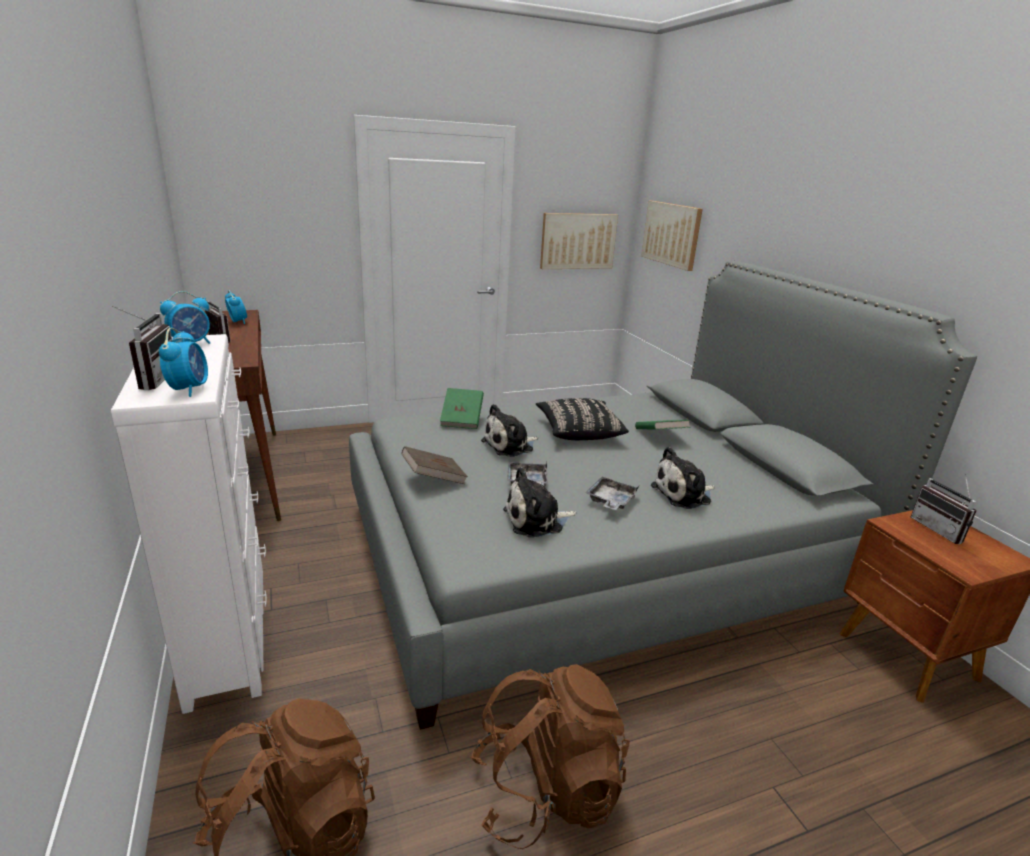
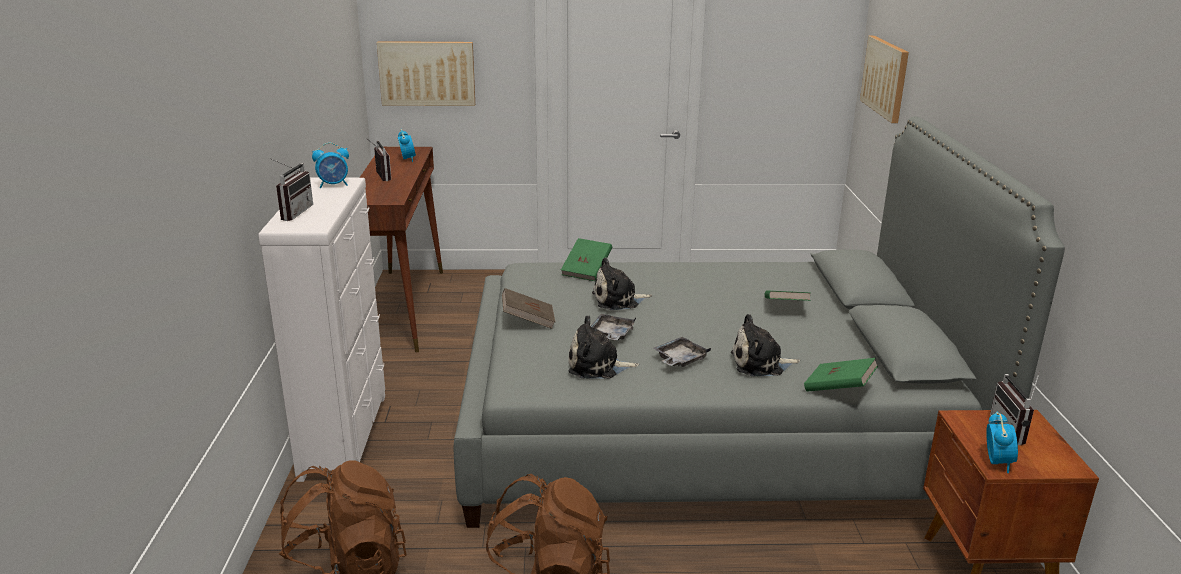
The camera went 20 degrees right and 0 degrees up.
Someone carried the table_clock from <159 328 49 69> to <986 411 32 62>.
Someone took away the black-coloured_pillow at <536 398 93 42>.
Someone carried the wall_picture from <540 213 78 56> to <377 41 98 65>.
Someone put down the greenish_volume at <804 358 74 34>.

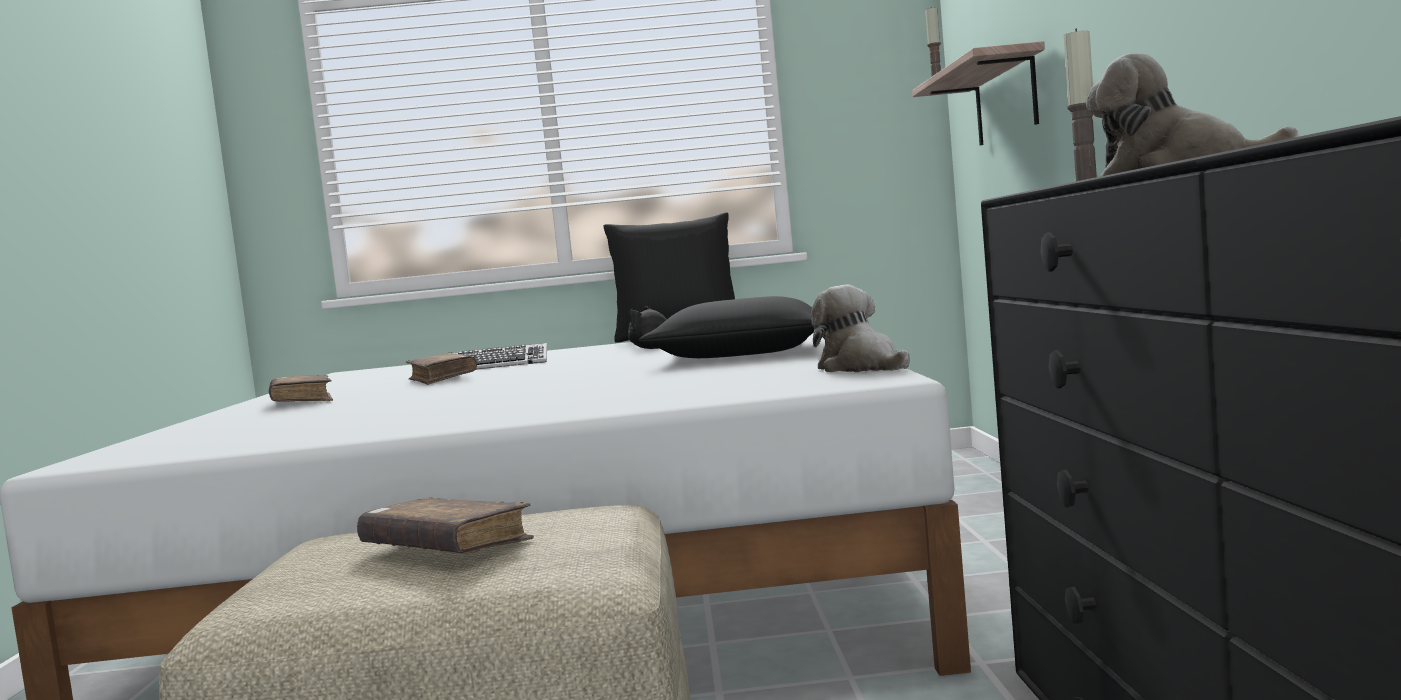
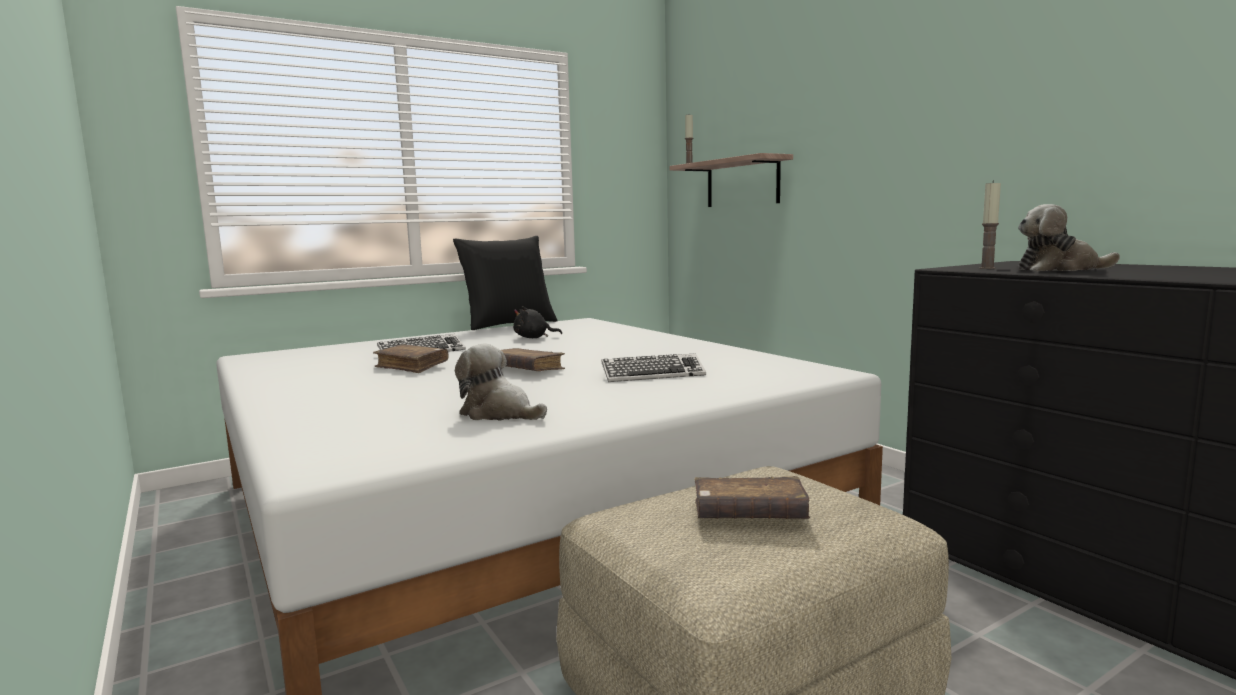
The camera went 30 degrees left and 5 degrees up.
Someone carried the brown_volume from <269 375 64 27> to <501 348 64 23>.
Someone took away the black-coloured_pillow at <639 296 175 62>.
Someone carried the plush_toy from <811 285 99 87> to <455 344 92 76>.
Someone put down the computer_keyboard at <601 353 105 29>.

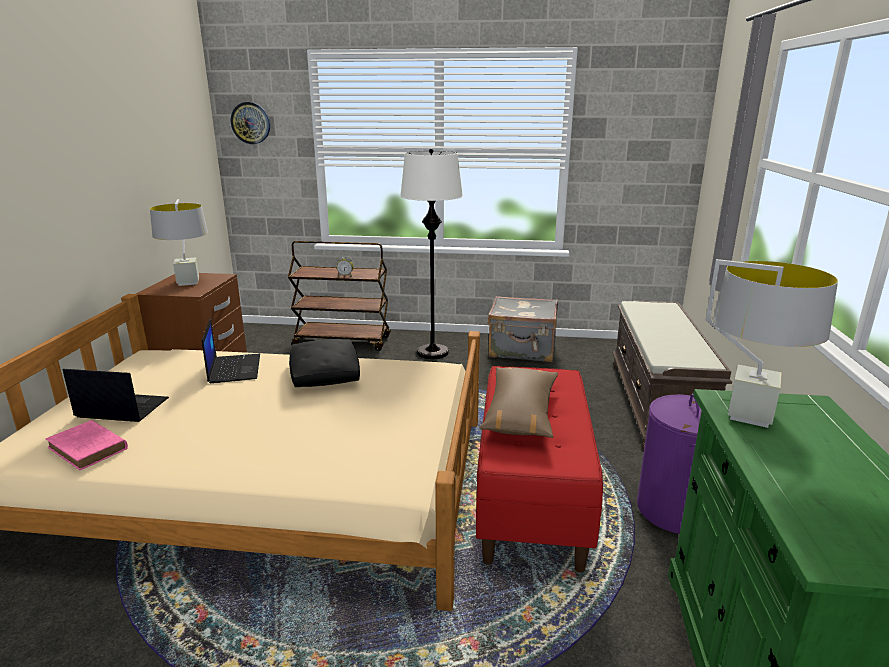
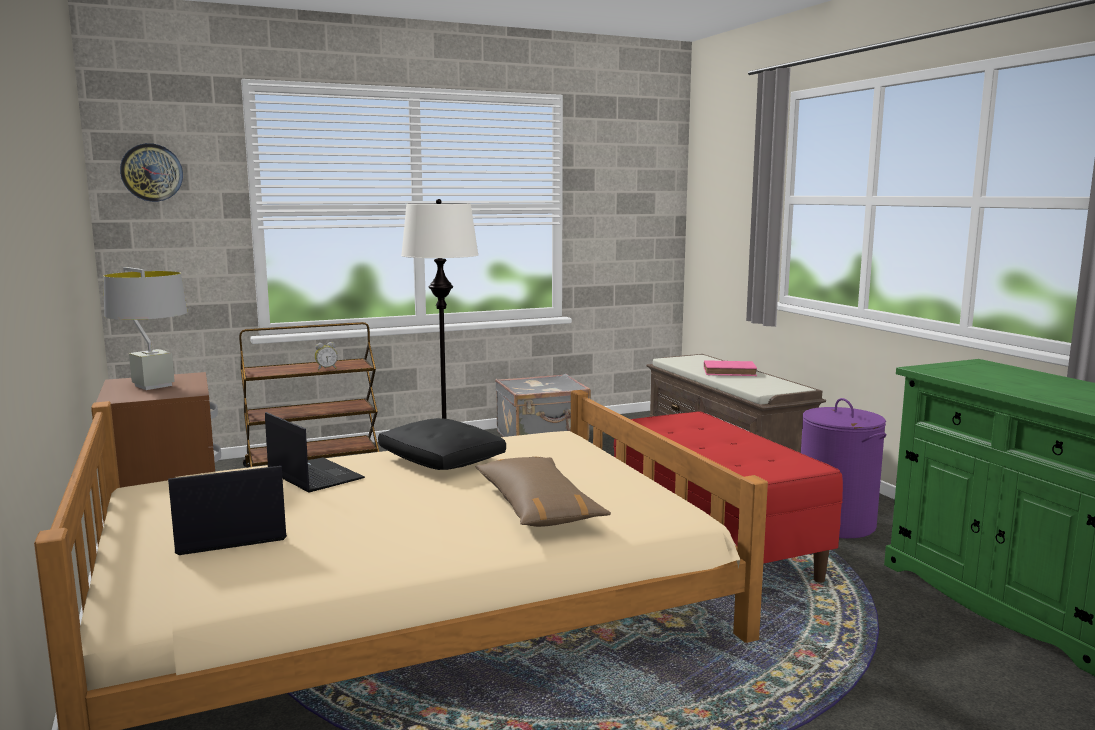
The camera went 30 degrees left and 10 degrees down.
Someone carried the pink_volume from <46 420 82 50> to <704 360 53 16>.
Someone carried the brown_pillow from <479 367 79 71> to <475 457 136 70>.
Someone took away the greyish_tabletop_lamp at <706 259 132 169>.

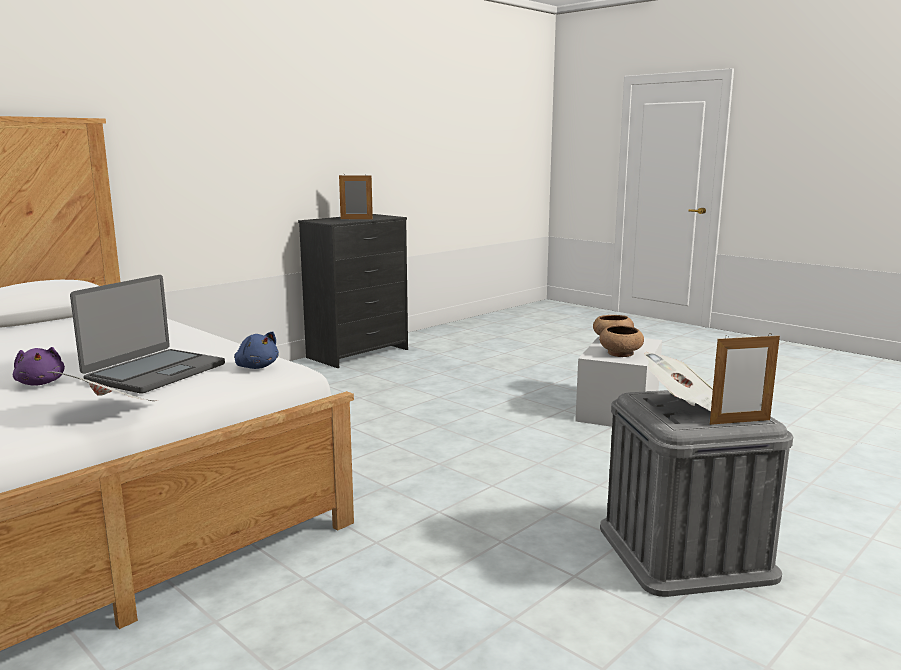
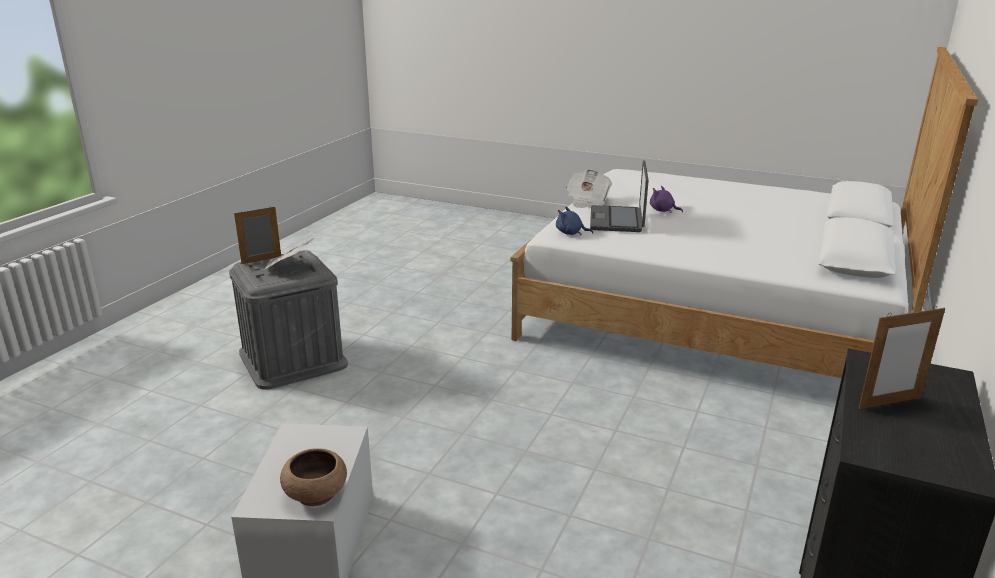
The camera went 160 degrees right and 10 degrees up.
Someone took away the brown_bowl at <599 325 45 32>.

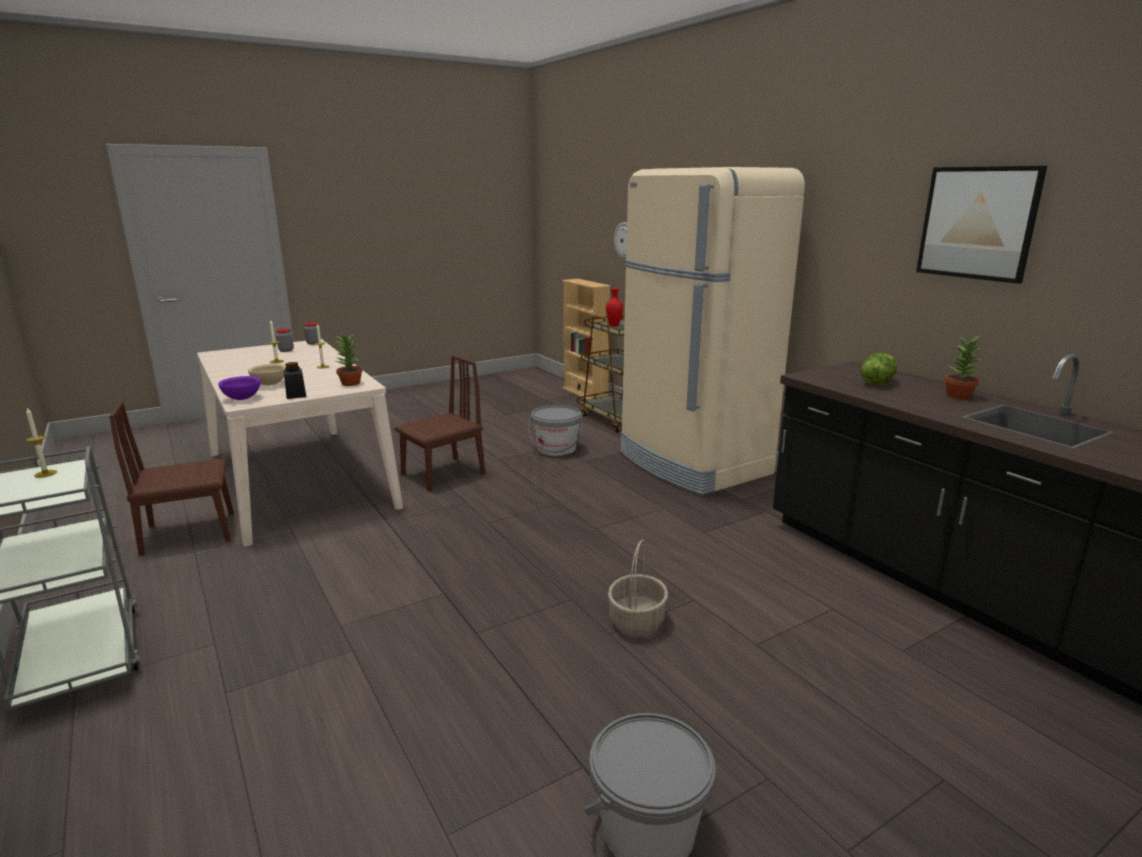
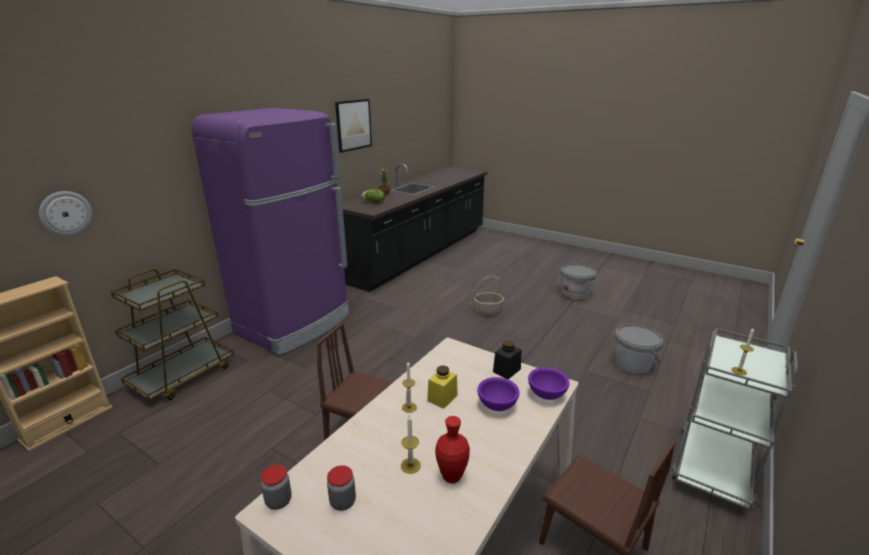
The camera went 115 degrees left and 5 degrees up.
Someone repainted the beige-coloured_bowl at <248 364 38 22>, which became the purplish_bowl at <477 377 43 34>.
Someone took away the potted_plant at <335 334 28 52>.
Someone carried the greyish_pail from <528 405 55 51> to <615 324 49 50>.
Someone carried the red-coloured_flower_vase from <606 288 17 39> to <435 416 35 67>.
Someone repainted the beige-coloured_refrigerator at <620 167 185 328>, which became the purplish_refrigerator at <191 108 158 247>.
Someone put down the yellowish_jar at <427 365 31 44>.

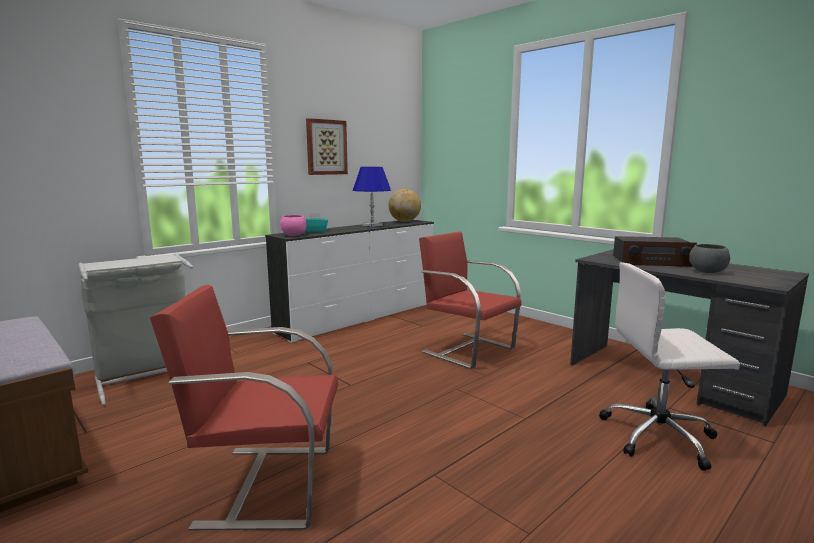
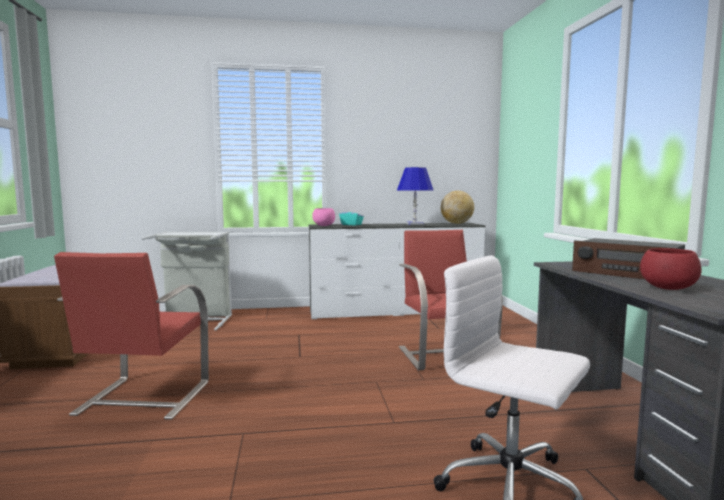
The camera went 35 degrees right and 5 degrees down.
Someone rotated the red-coloured_upright_chair at <150 285 188 245> by 120 degrees counterclockwise.
Someone took away the wall_picture at <306 118 42 57>.
Someone repainted the greyish_bowl at <689 244 41 29>, which became the red-coloured_bowl at <640 248 62 42>.

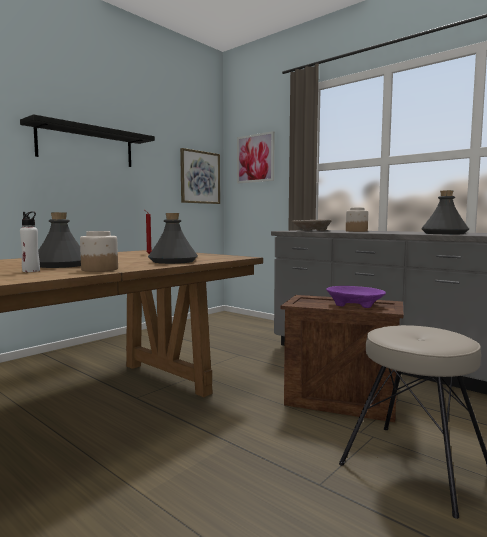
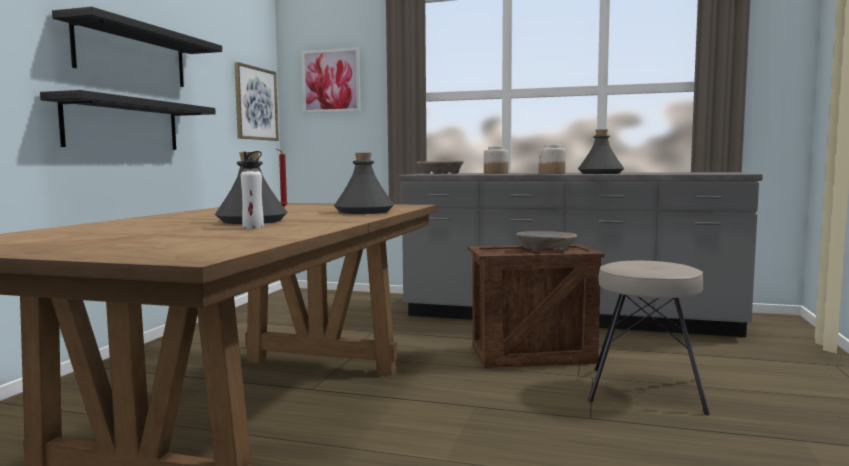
The camera went 25 degrees left and 0 degrees up.
Someone carried the jar from <80 231 38 41> to <539 145 27 29>.
Someone repainted the purplish_bowl at <326 286 60 22>, which became the beige-coloured_bowl at <516 231 62 21>.
Someone put up the black-coloured_wall_shelf at <40 90 176 60>.

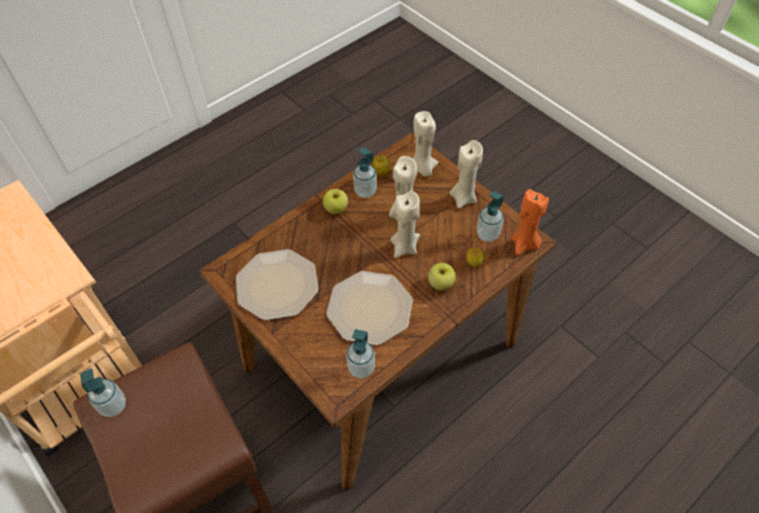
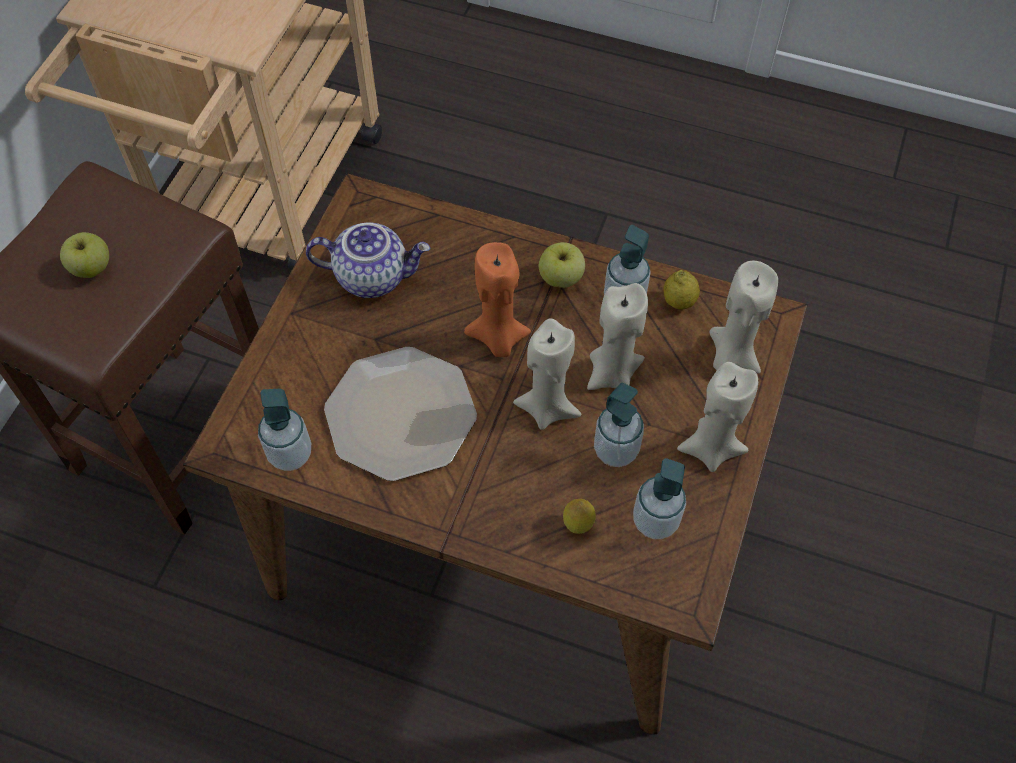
The camera went 60 degrees right and 5 degrees up.
Someone carried the soap_bottle from <80 368 46 49> to <594 383 50 84>.
Someone swapped the flat_dish at <236 249 83 71> for the tea_pot at <306 222 124 76>.
Someone carried the whole_apple from <428 263 28 28> to <60 232 49 46>.
Someone carried the orange-coloured_wax_light from <511 189 38 66> to <464 242 67 115>.

